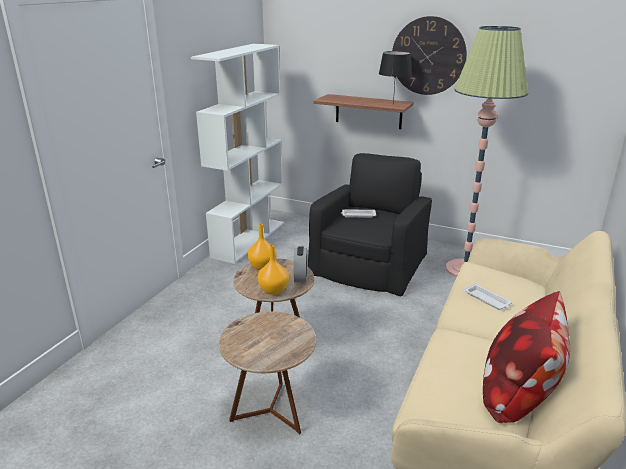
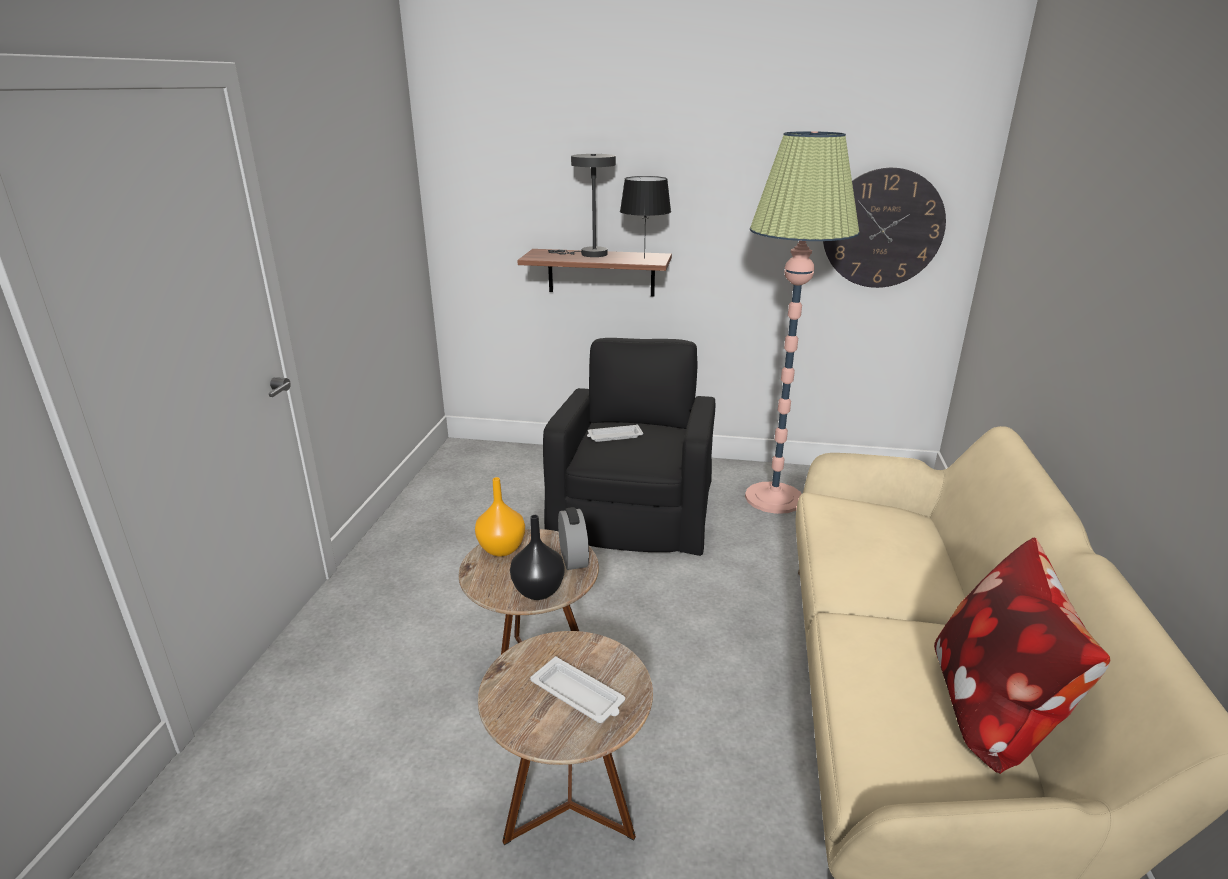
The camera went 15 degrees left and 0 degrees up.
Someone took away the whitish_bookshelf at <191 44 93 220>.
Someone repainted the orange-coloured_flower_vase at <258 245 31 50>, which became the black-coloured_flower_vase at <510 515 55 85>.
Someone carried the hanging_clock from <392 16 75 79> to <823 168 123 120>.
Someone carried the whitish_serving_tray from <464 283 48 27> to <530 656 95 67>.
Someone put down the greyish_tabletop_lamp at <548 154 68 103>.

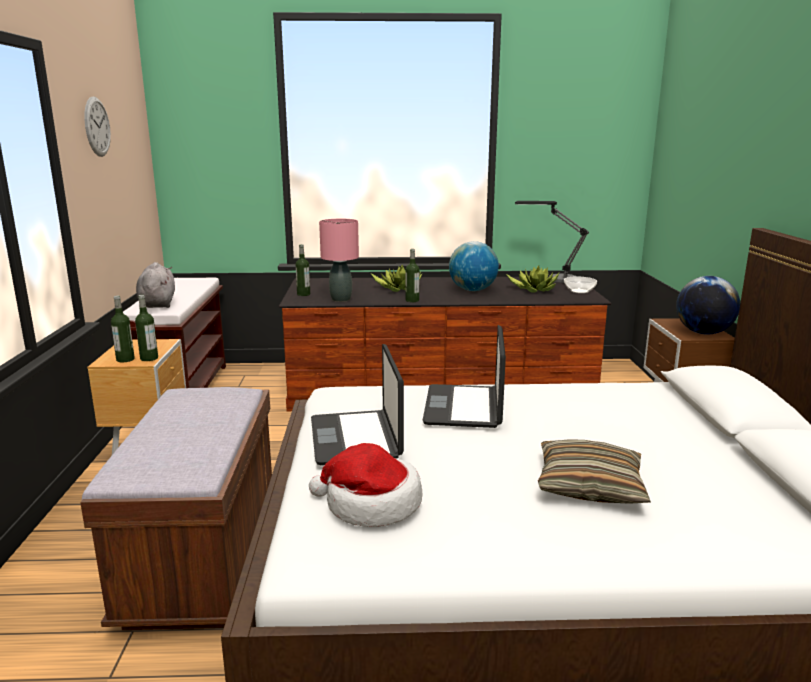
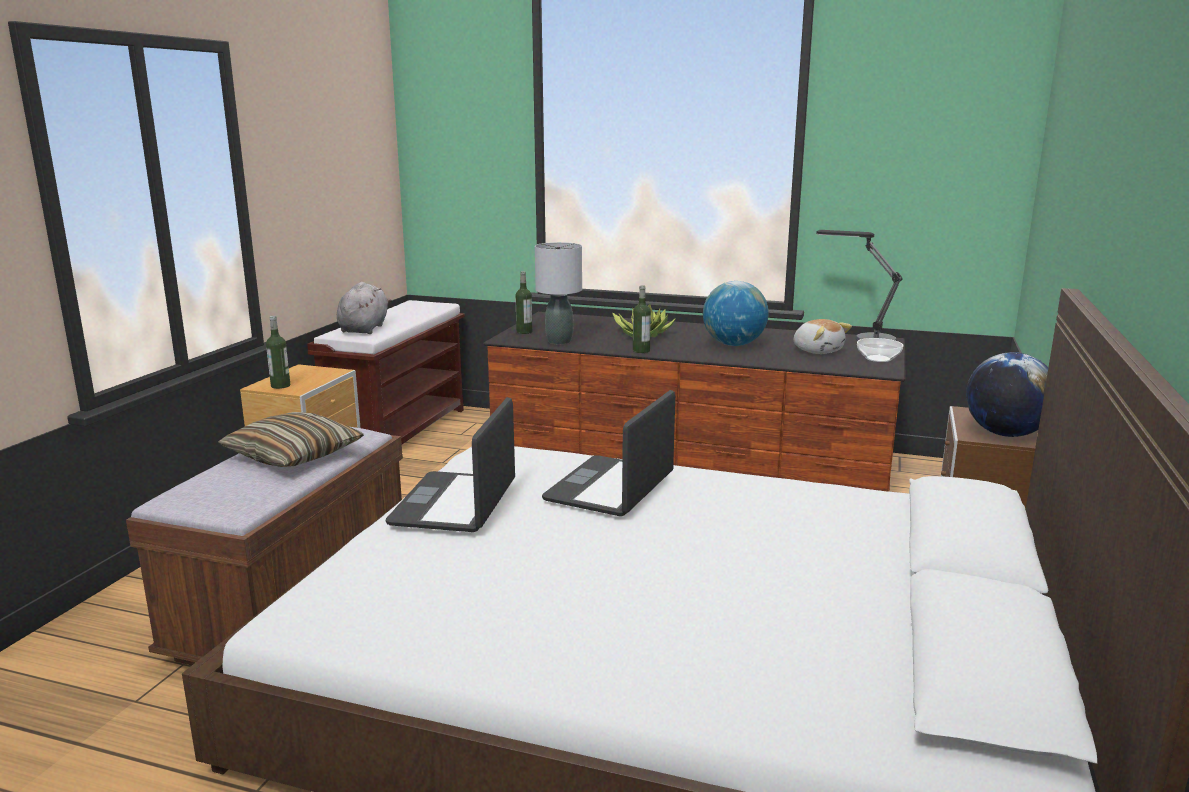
The camera went 20 degrees right and 0 degrees up.
Someone took away the hanging_clock at <84 96 27 61>.
Someone took away the bottle at <135 295 23 66>.
Someone took away the clothing_hat at <309 443 114 84>.
Someone repainted the pink_tabletop_lamp at <319 219 40 83>, which became the greyish_tabletop_lamp at <535 242 47 102>.
Someone swapped the potted_plant at <506 265 53 28> for the plush_toy at <794 319 58 35>.
Someone carried the pillow from <538 439 113 65> to <218 412 146 55>.

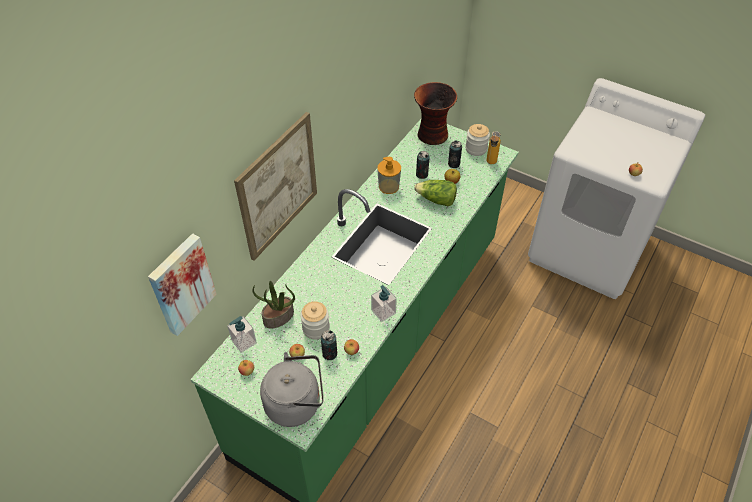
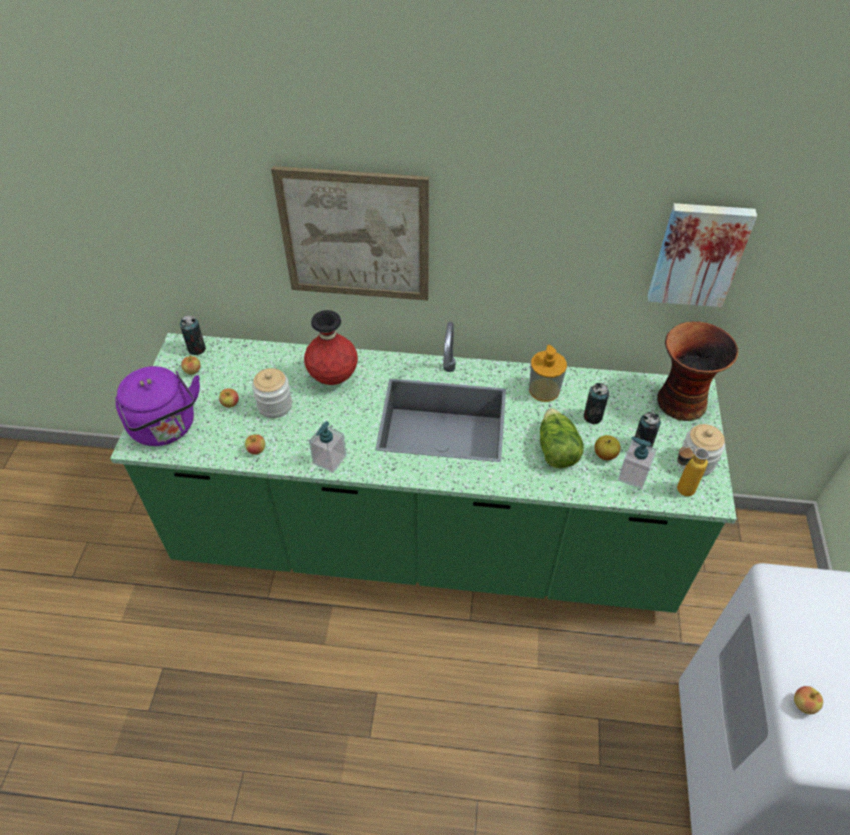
The camera went 65 degrees right and 0 degrees up.
Someone carried the wall_picture from <148 233 69 103> to <648 203 109 104>.
Someone carried the soap_bottle from <227 316 30 37> to <618 437 39 52>.
Someone took away the potted_plant at <253 281 42 48>.
Someone repainted the greyish_kettle at <260 352 64 75>, which became the purplish_kettle at <115 366 85 80>.
Someone carried the sealed_can from <321 330 16 30> to <180 315 26 40>.
Someone put down the red-coloured_flower_vase at <304 310 54 75>.

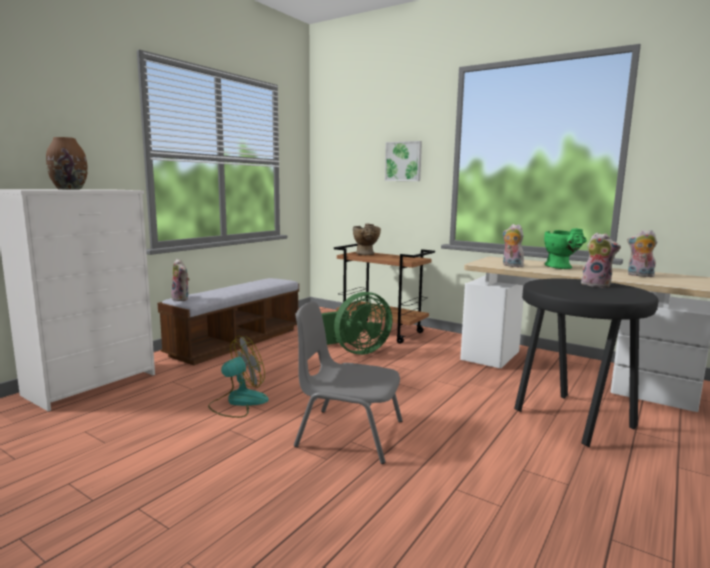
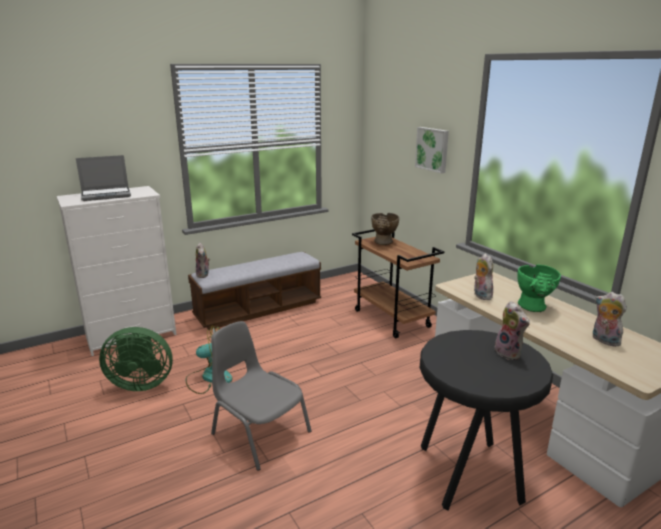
The camera went 25 degrees right and 10 degrees up.
Someone swapped the brown_flower_vase at <46 137 42 53> for the laptop at <76 155 55 46>.
Someone carried the greenish_fan from <321 292 71 63> to <99 327 74 64>.

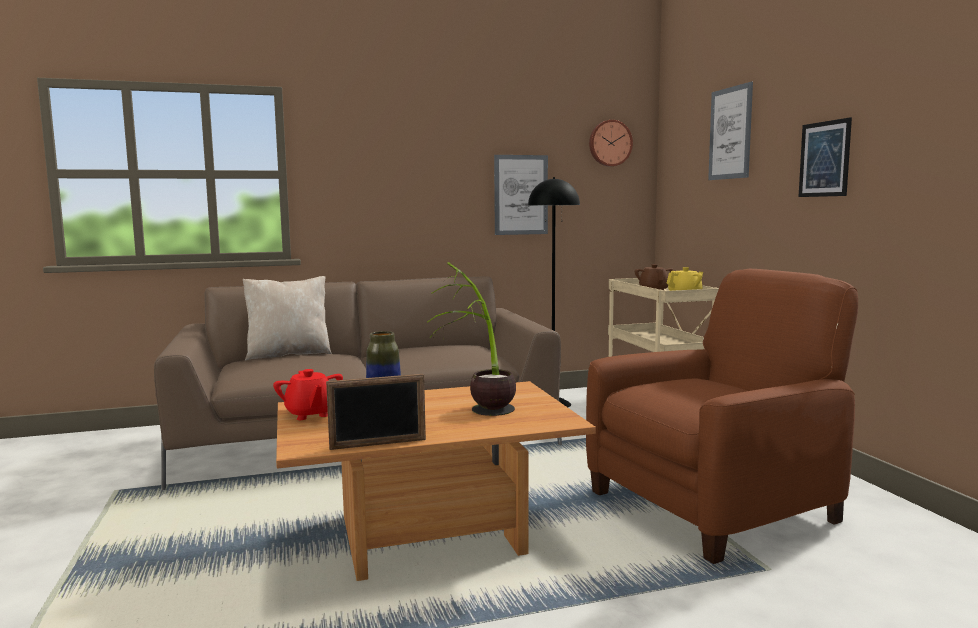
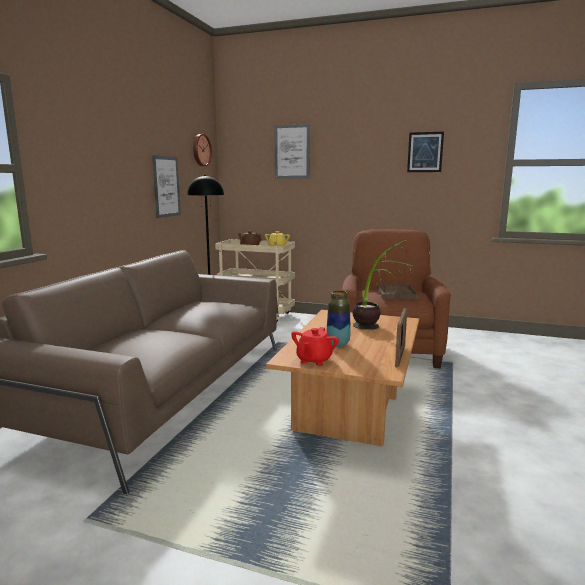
The camera went 55 degrees left and 5 degrees up.
Someone took away the beige-coloured_pillow at <243 276 89 84>.
Someone rotated the red-coloured_tea_pot at <273 369 70 51> by 105 degrees clockwise.
Someone carried the wall_picture from <799 117 53 80> to <407 132 37 40>.
Someone put down the brown_serving_tray at <377 284 42 15>.

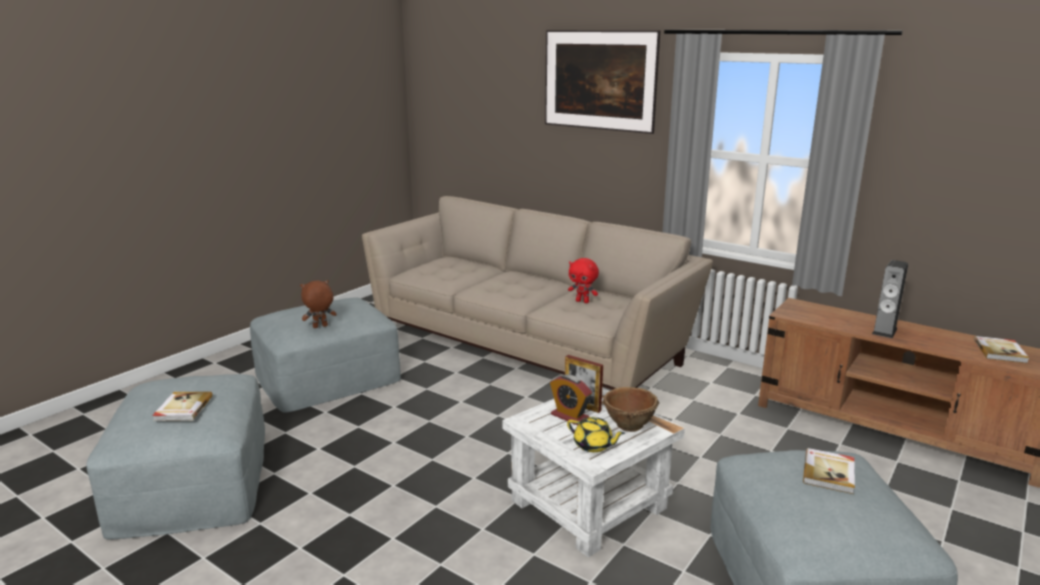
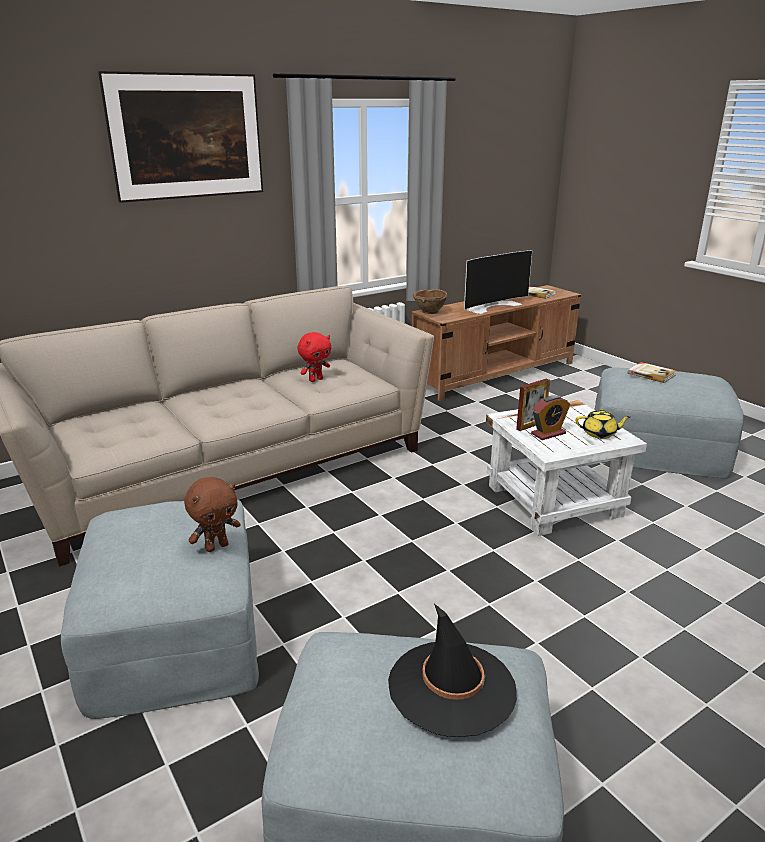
The camera went 70 degrees left and 5 degrees up.
Someone swapped the volume at <152 391 61 30> for the black-coloured_clothing_hat at <388 604 129 133>.
Someone rotated the brown_plush_toy at <300 280 37 48> by 120 degrees counterclockwise.
Someone rotated the yellowish_tea_pot at <567 417 58 35> by 45 degrees clockwise.
Someone carried the brown_bowl from <602 387 57 45> to <413 289 35 25>.
Someone swapped the audio_speaker at <872 260 36 78> for the TV at <464 250 68 64>.

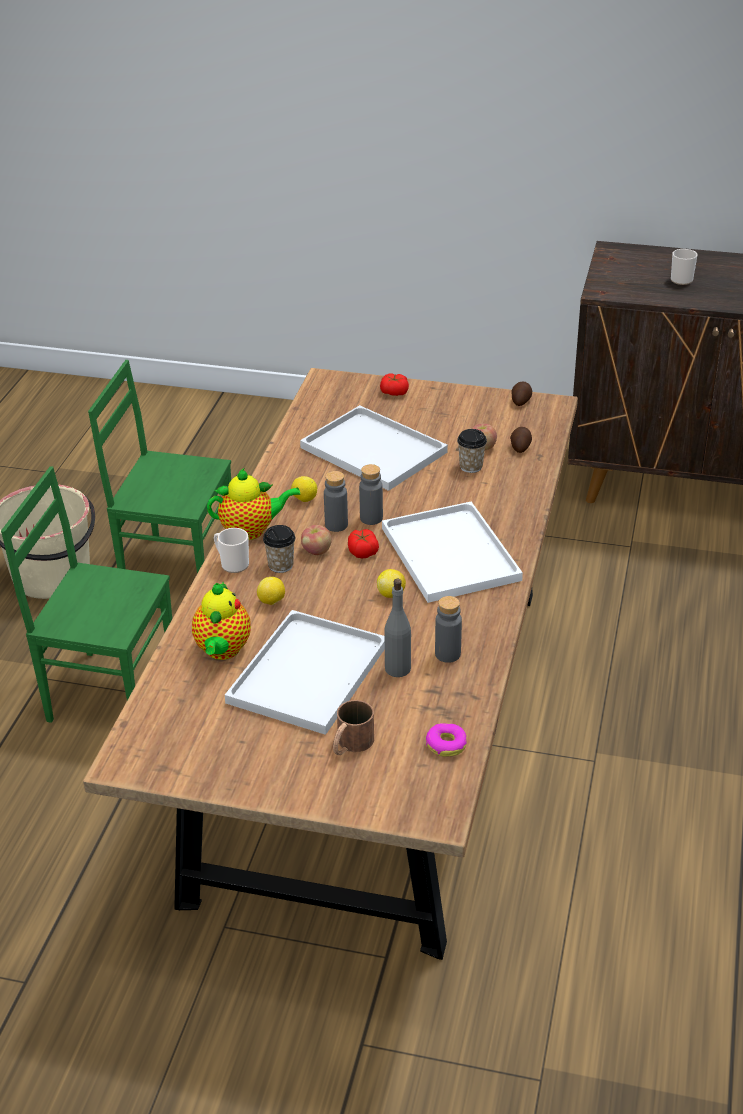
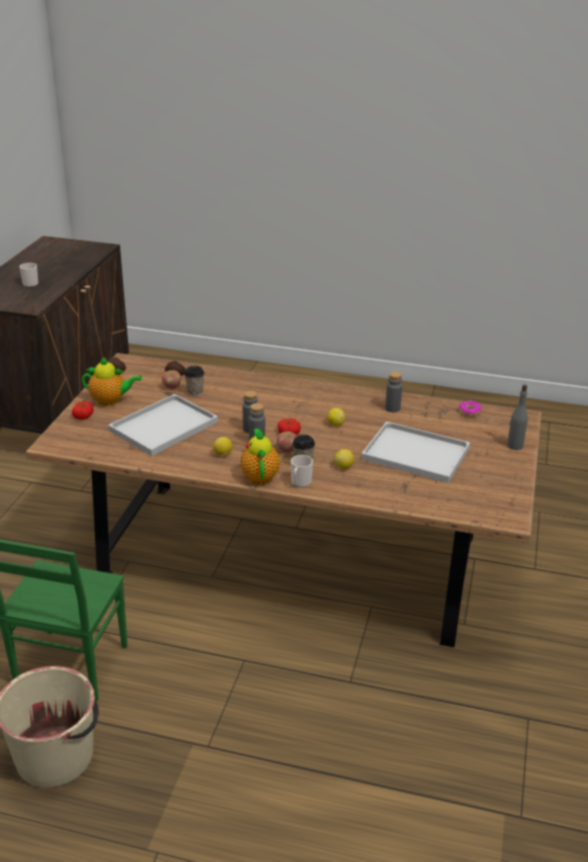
The camera went 90 degrees left and 5 degrees down.
Someone took away the greenish_upright_chair at <1 466 171 257>.
Someone carried the tea_pot from <192 582 59 78> to <82 357 60 49>.
Someone took away the brown_coffee_mug at <333 700 41 55>.
Someone took away the whitish_serving_tray at <382 502 141 101>.
Someone carried the greyish_bottle from <384 579 27 98> to <507 385 21 65>.

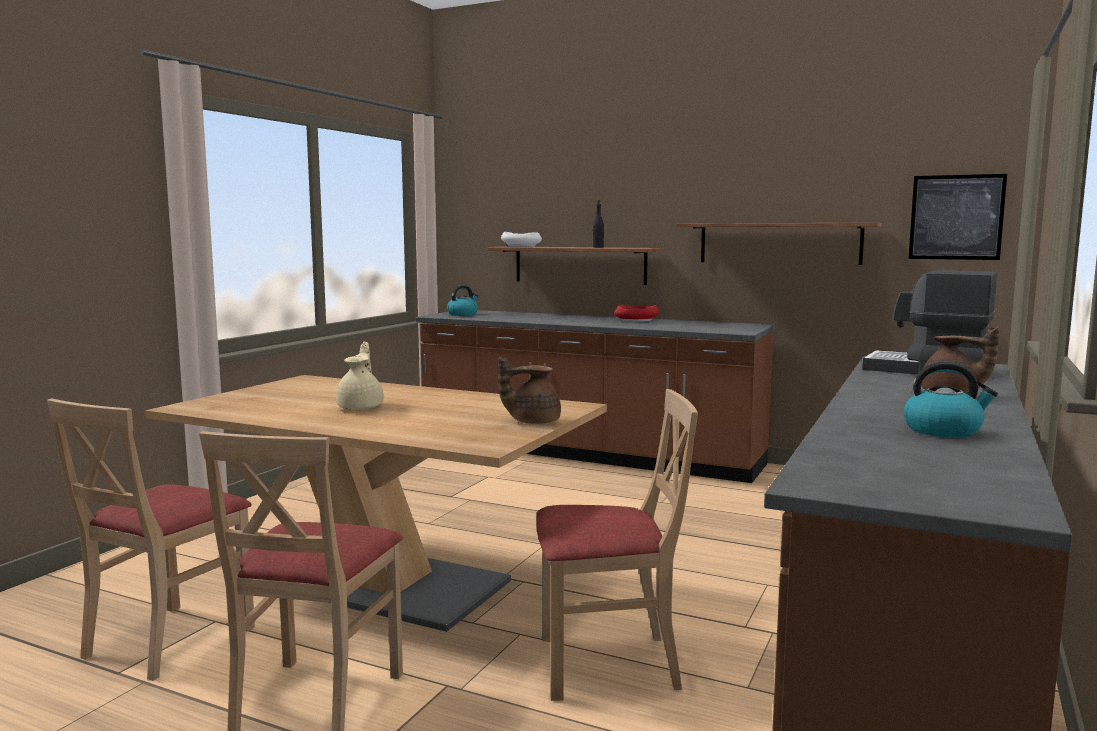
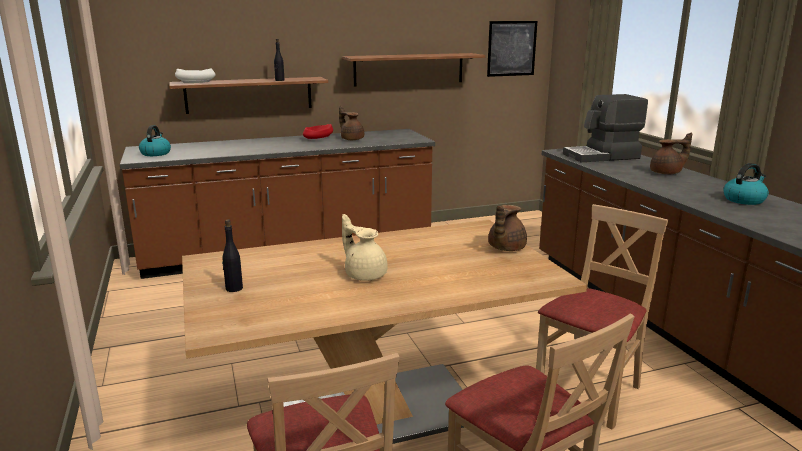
The camera went 45 degrees left and 10 degrees up.
Someone put down the black-coloured_bottle at <222 220 21 72>.
Someone put down the brown_tea_pot at <339 106 25 34>.

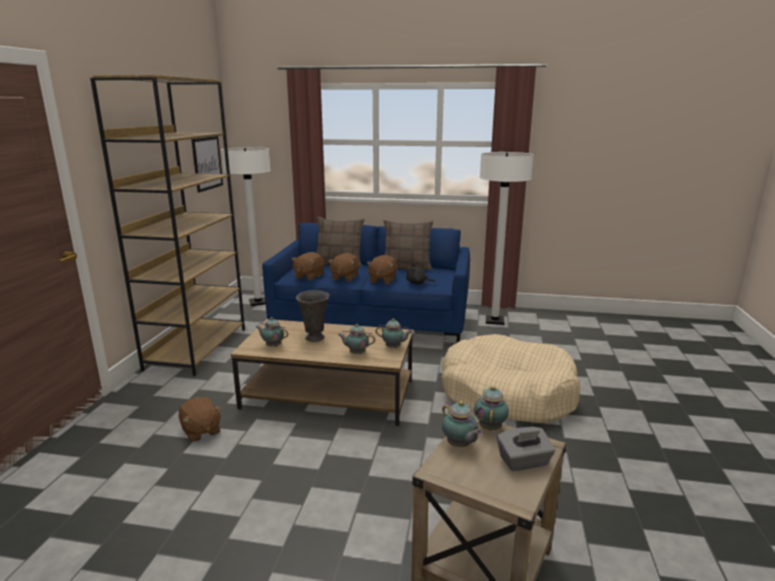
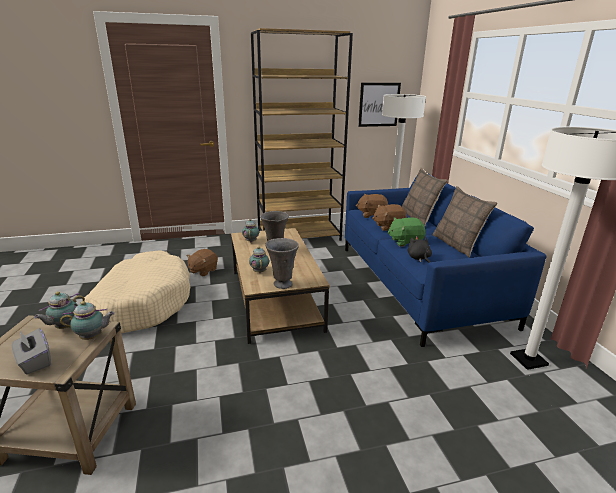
The camera went 65 degrees right and 5 degrees up.
Someone repainted the brown_plush_toy at <367 255 30 29>, which became the greenish_plush_toy at <387 217 39 30>.
Someone swapped the tea_pot at <375 318 38 30> for the greyish_flower_vase at <265 238 34 51>.
Someone carried the beige-coloured_pet_bed from <441 334 139 89> to <84 250 106 83>.

